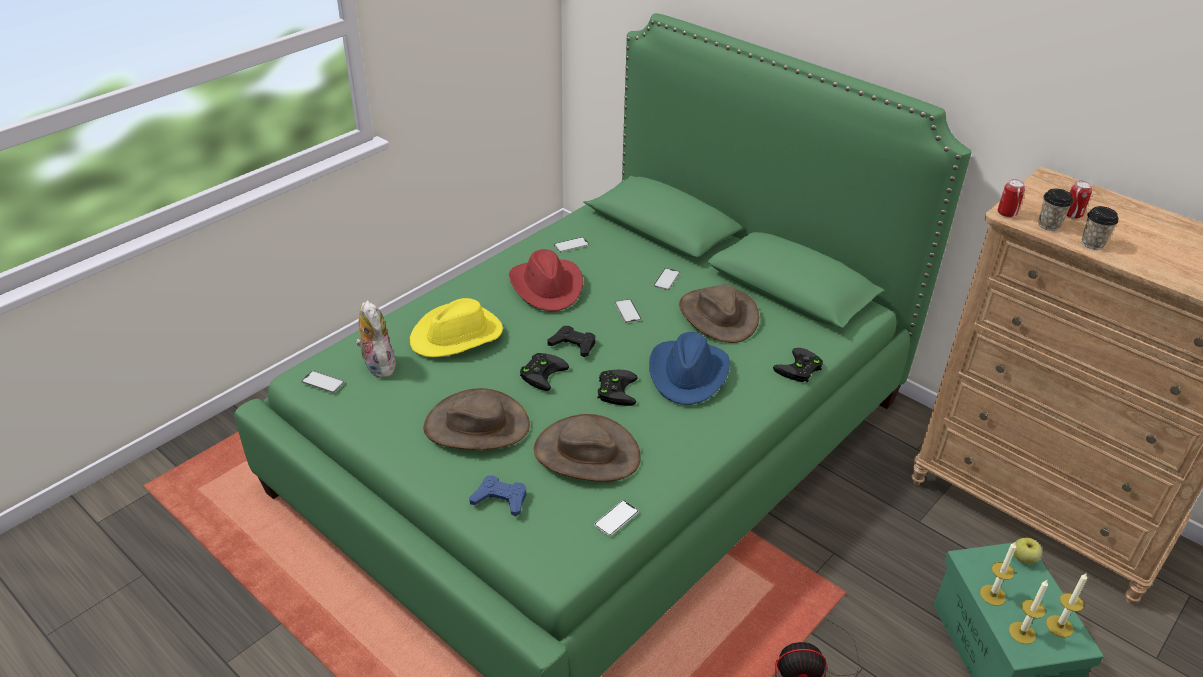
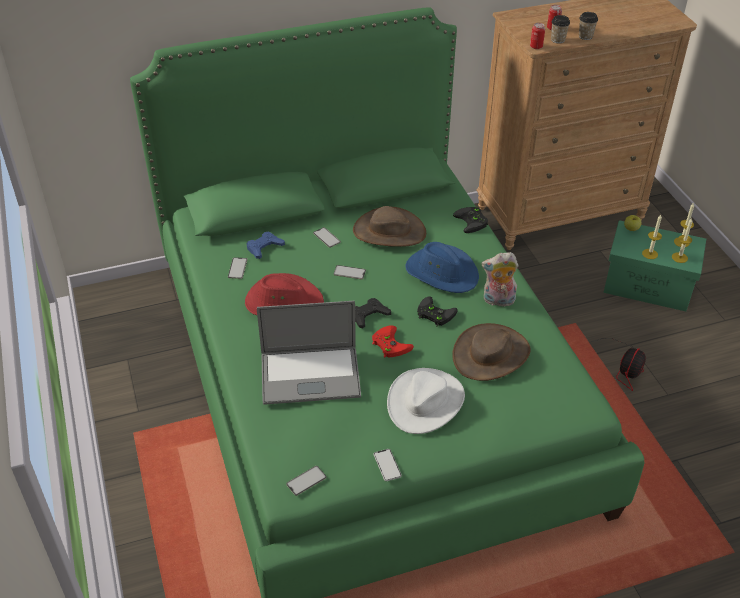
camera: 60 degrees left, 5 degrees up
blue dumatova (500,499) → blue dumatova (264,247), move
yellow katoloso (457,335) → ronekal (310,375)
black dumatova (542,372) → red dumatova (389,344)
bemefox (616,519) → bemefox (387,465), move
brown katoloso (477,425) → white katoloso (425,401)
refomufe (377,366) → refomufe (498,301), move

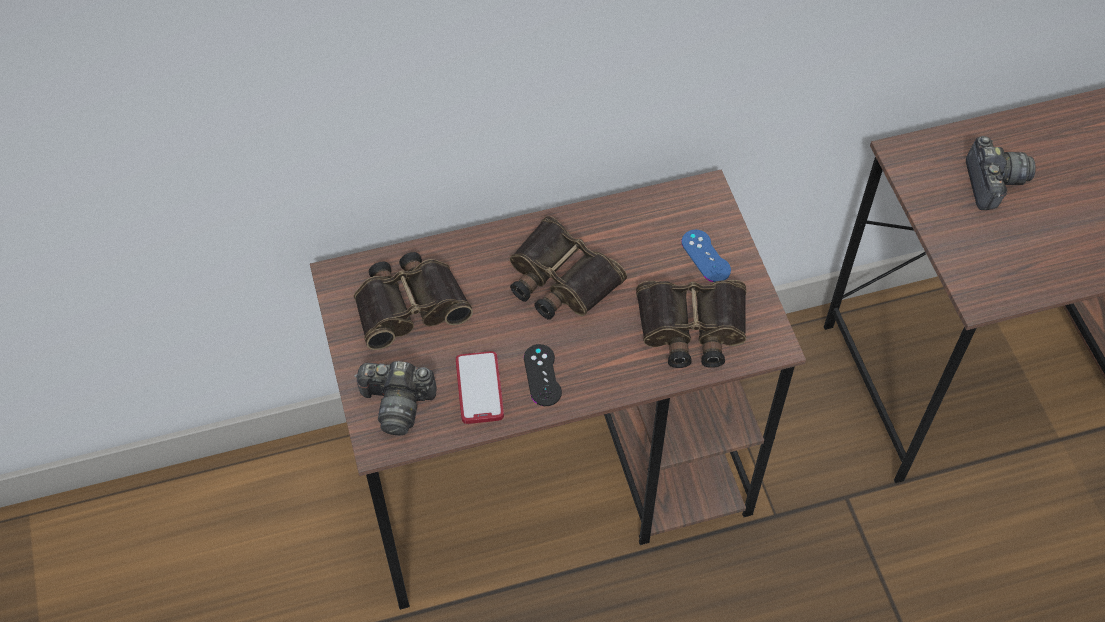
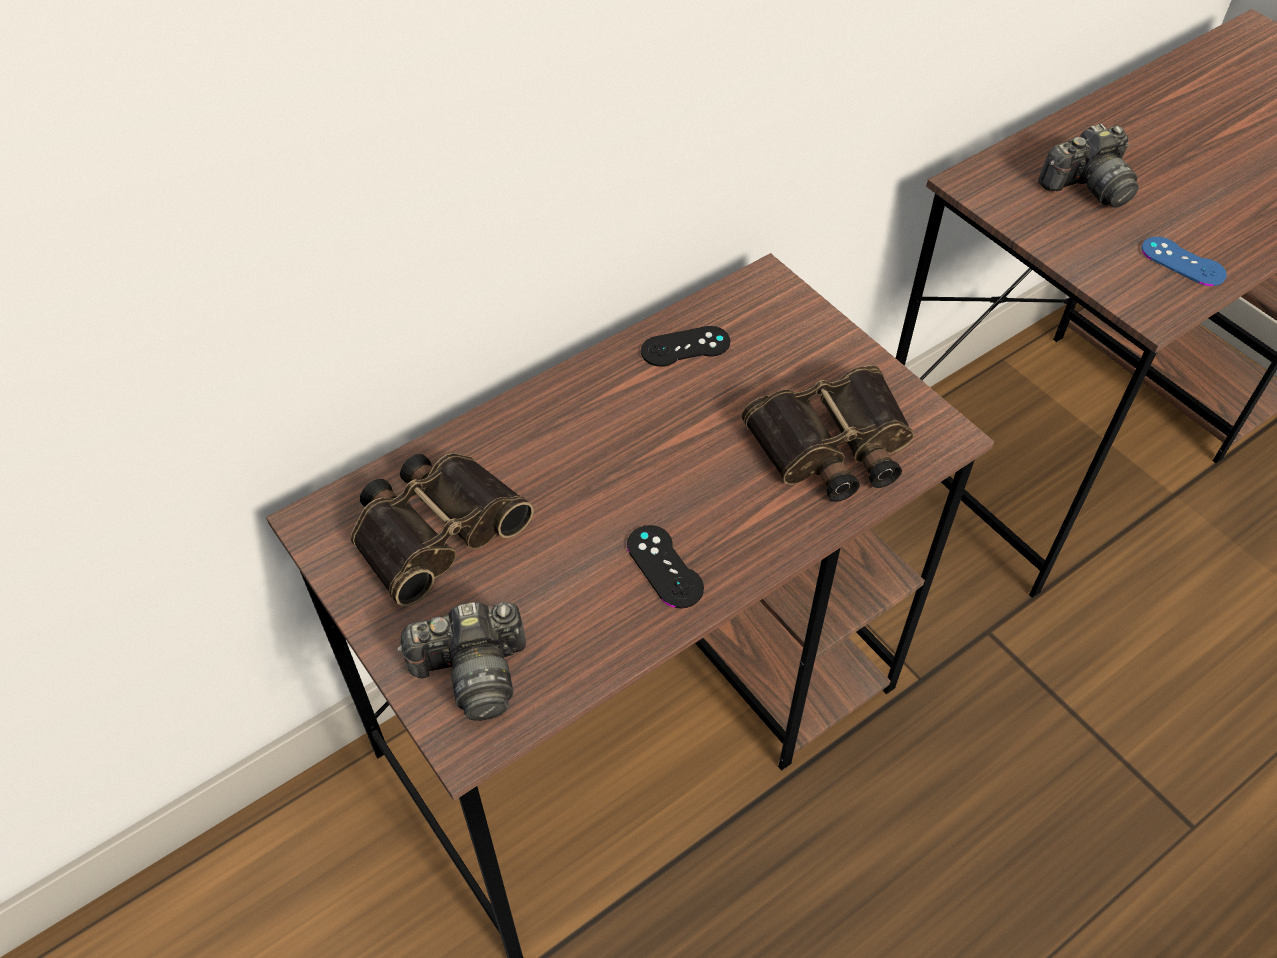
camera: 20 degrees left, 5 degrees down
- → black dumatova (685,347)
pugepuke (992,183) → pugepuke (1087,186), 90 degrees clockwise
blue dumatova (705,256) → blue dumatova (1183,262), move
bemefox (479,388) → -
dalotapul (559,280) → -

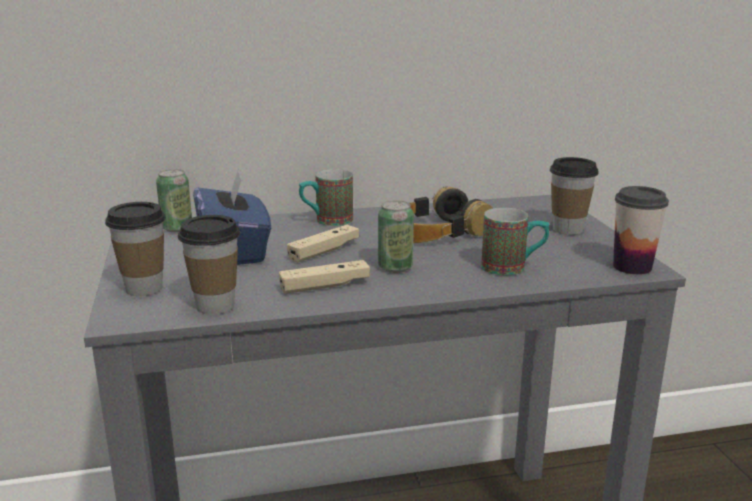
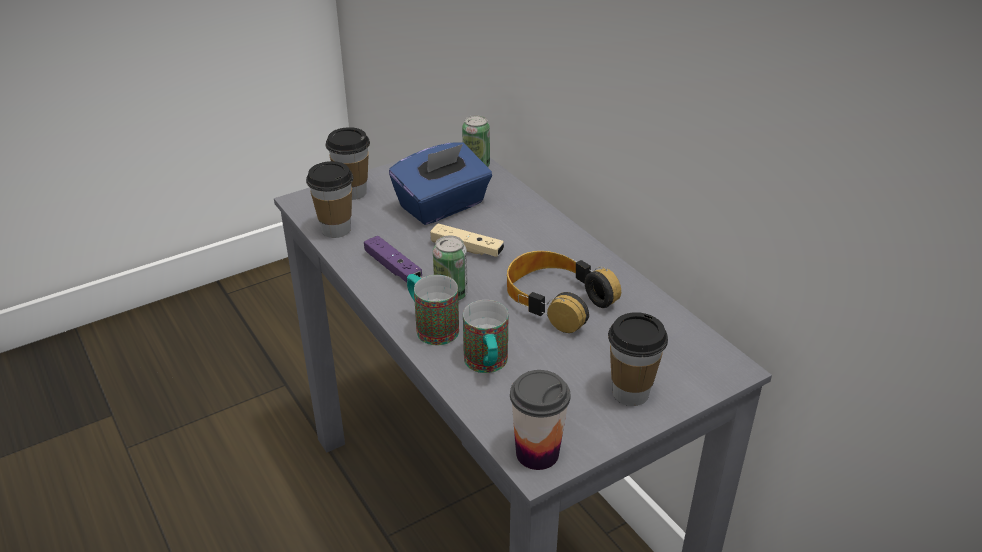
camera: 70 degrees right, 15 degrees up
beige dumatova (325,286) → purple dumatova (393,267)
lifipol (326,221) → lifipol (431,327), move

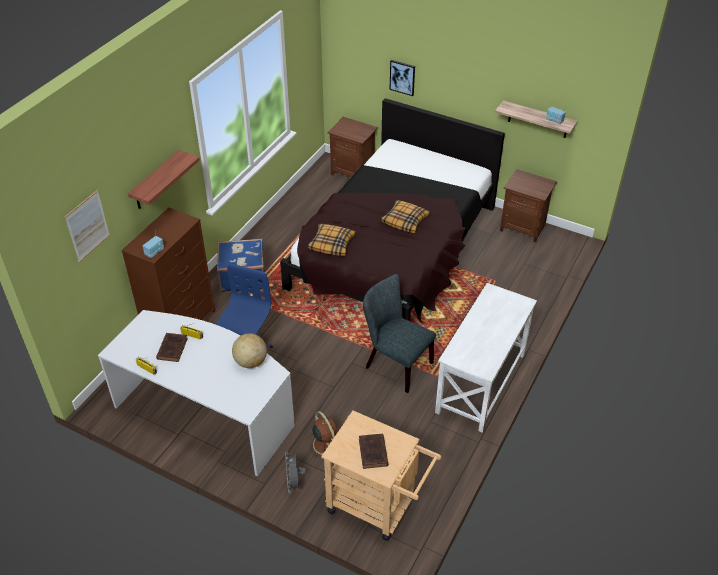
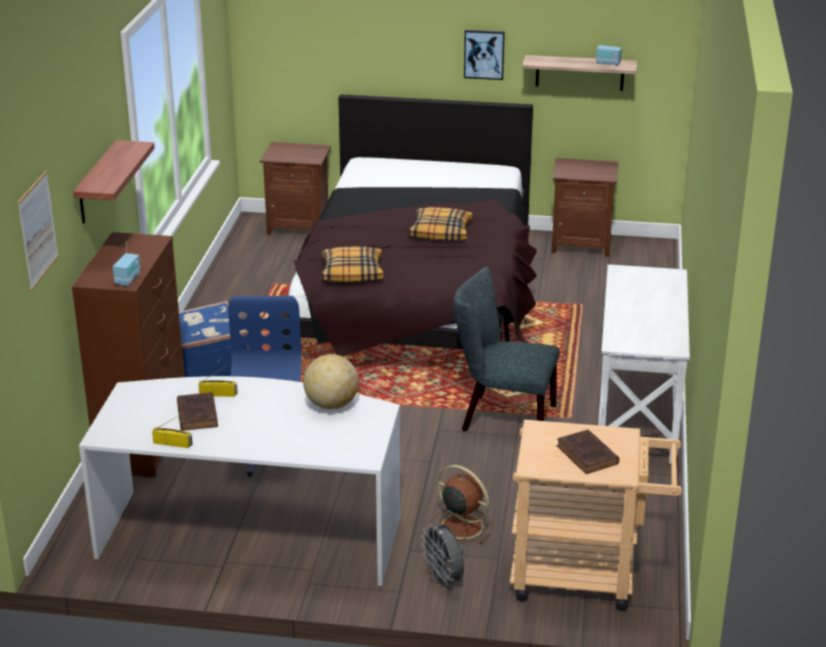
camera: 20 degrees left, 15 degrees down
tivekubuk (402,77) → tivekubuk (484,54), move

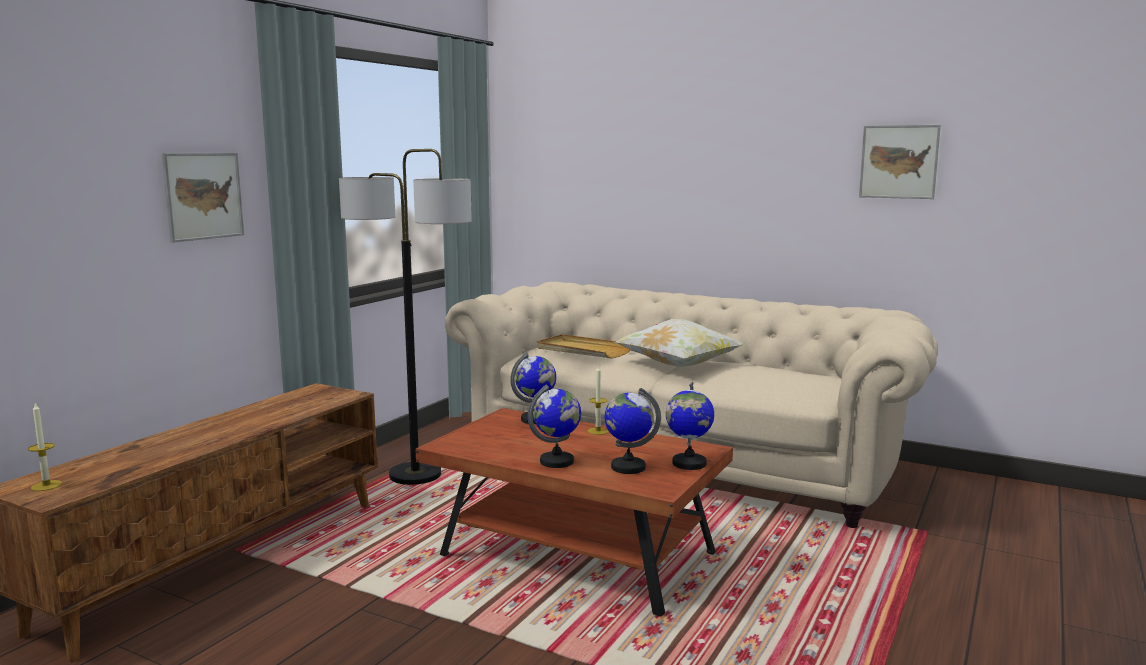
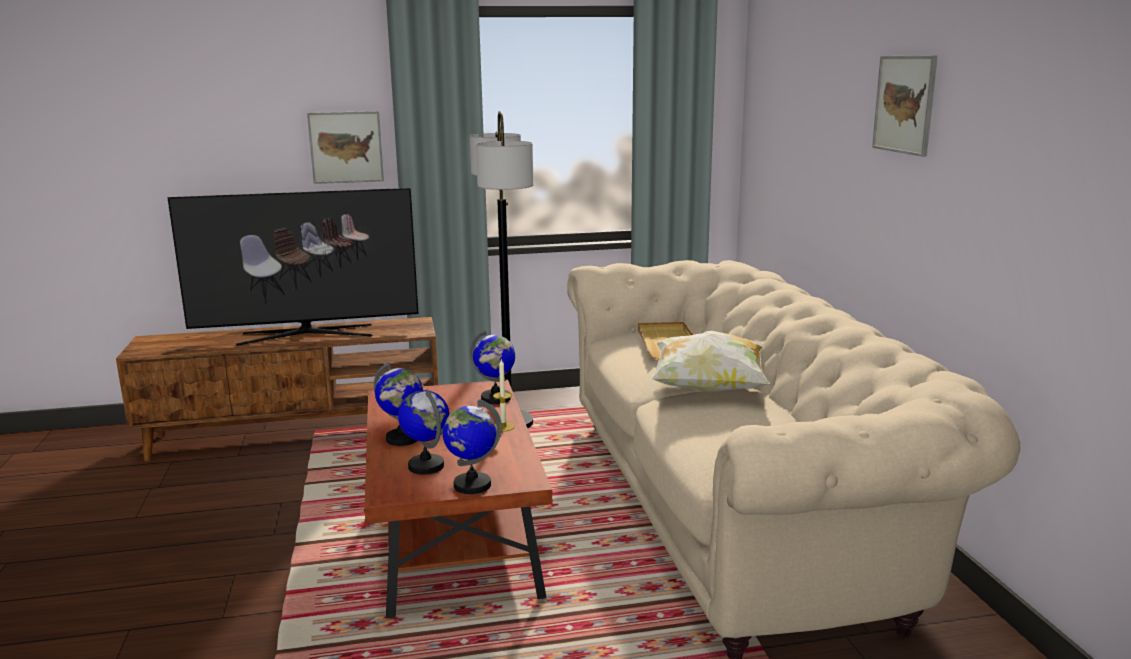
camera: 50 degrees right, 5 degrees up
- → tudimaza (306,334)
tivekubuk (898,162) → tivekubuk (904,104), move
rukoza (46,485) → -

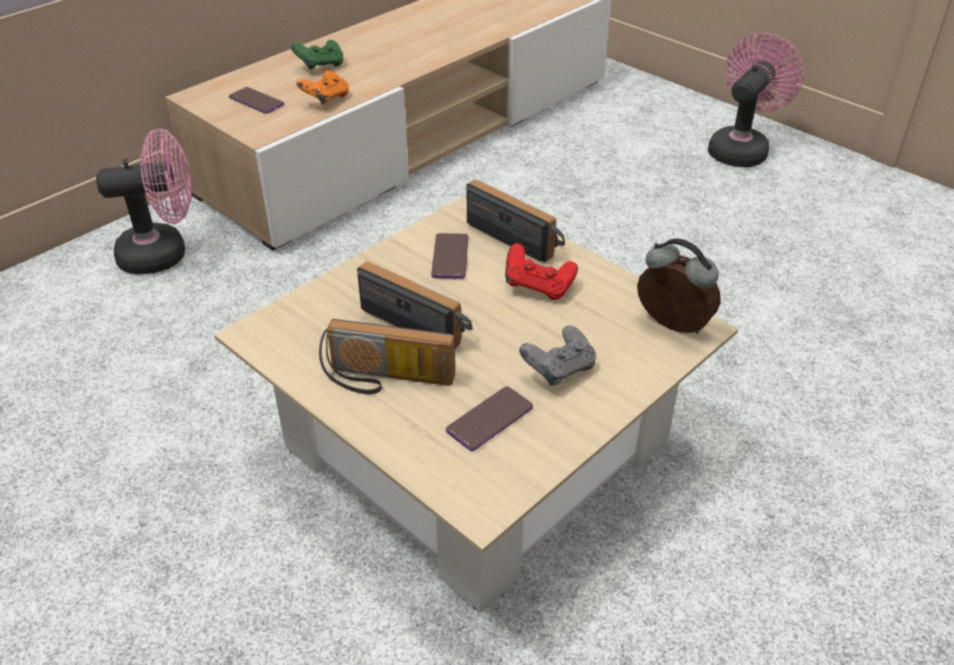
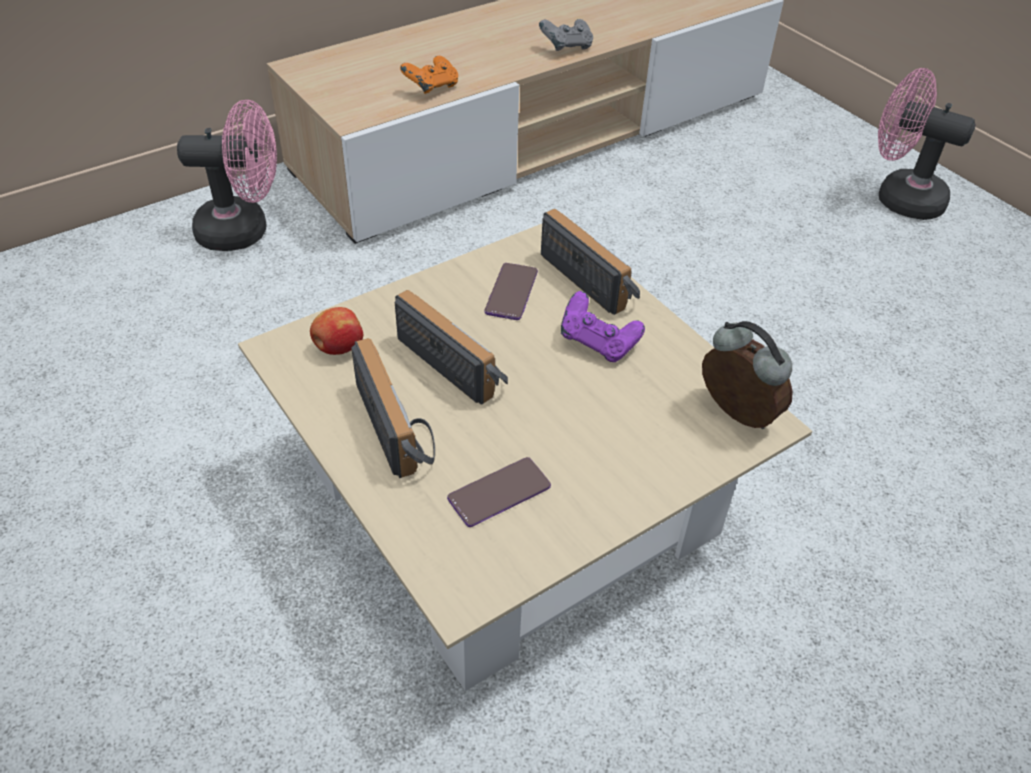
camera: 10 degrees right, 5 degrees up
- → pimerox (338,348)
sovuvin (385,380) → sovuvin (400,427), 135 degrees counterclockwise
grey dumatova (558,370) → grey dumatova (566,47), move
red dumatova (538,287) → purple dumatova (598,343)
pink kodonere (741,149) → pink kodonere (899,197), 105 degrees counterclockwise
bemefox (256,101) → -
green dumatova (320,66) → -

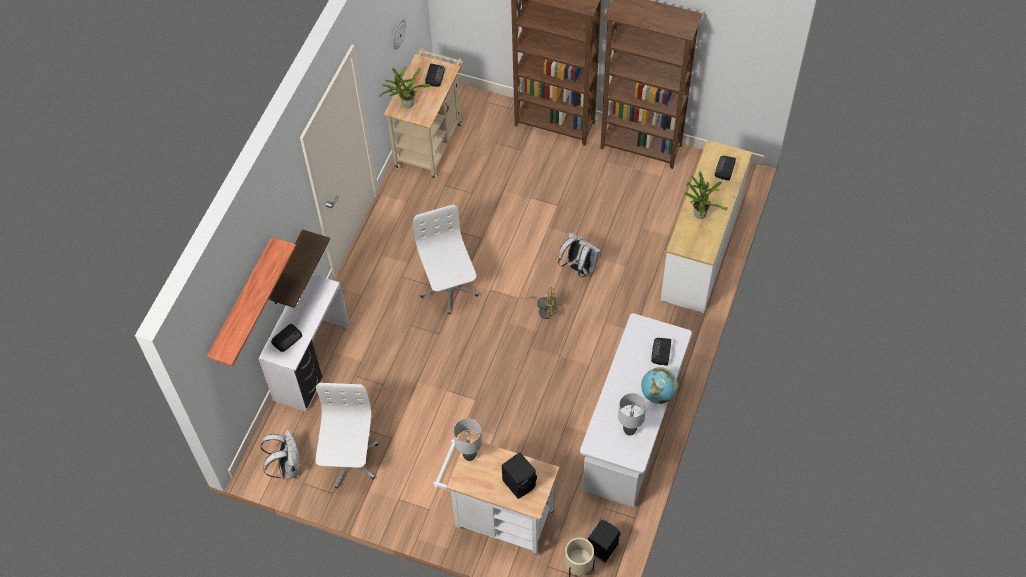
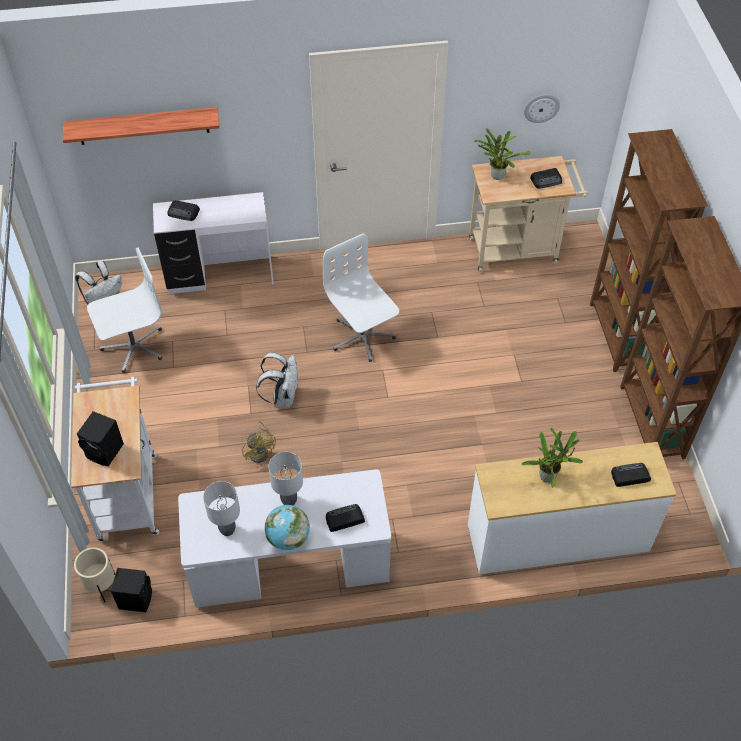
camera: 60 degrees right, 5 degrees down
yellow kodonere (544,309) → yellow kodonere (260,451), move
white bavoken (579,268) → white bavoken (282,397), move
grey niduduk (470,456) → grey niduduk (289,501), move
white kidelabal (449,289) → white kidelabal (362,337), 75 degrees counterclockwise
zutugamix (286,270) → -

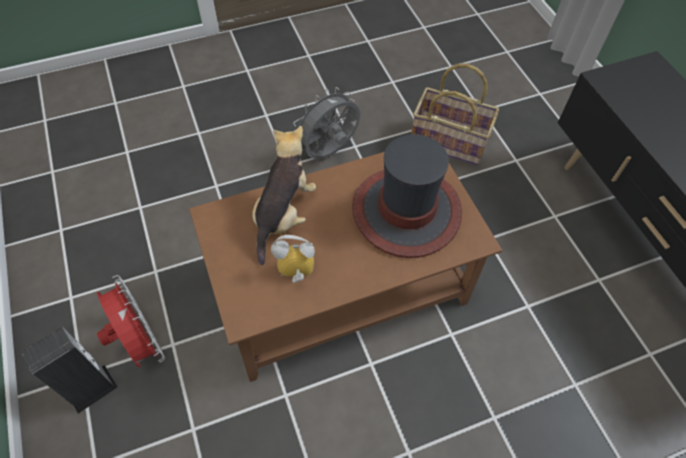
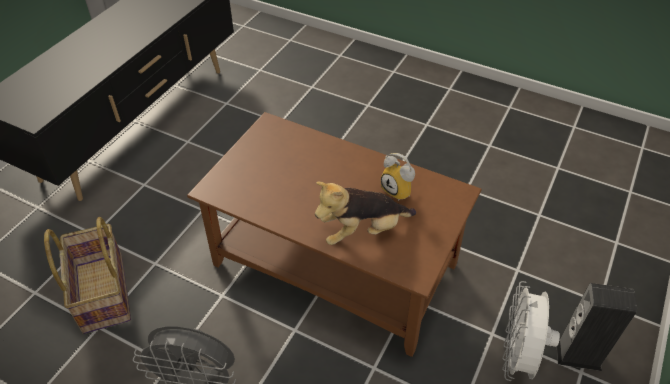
camera: 130 degrees left, 10 degrees down
red kodonere (140,343) → white kodonere (517,357)
katoloso (406,212) → -

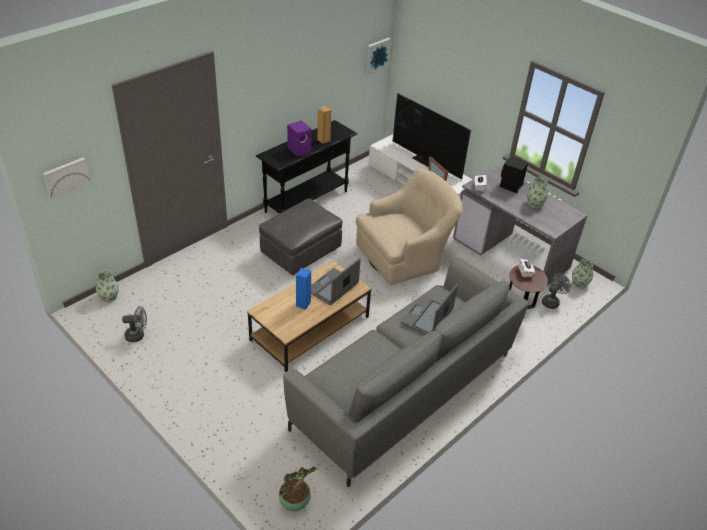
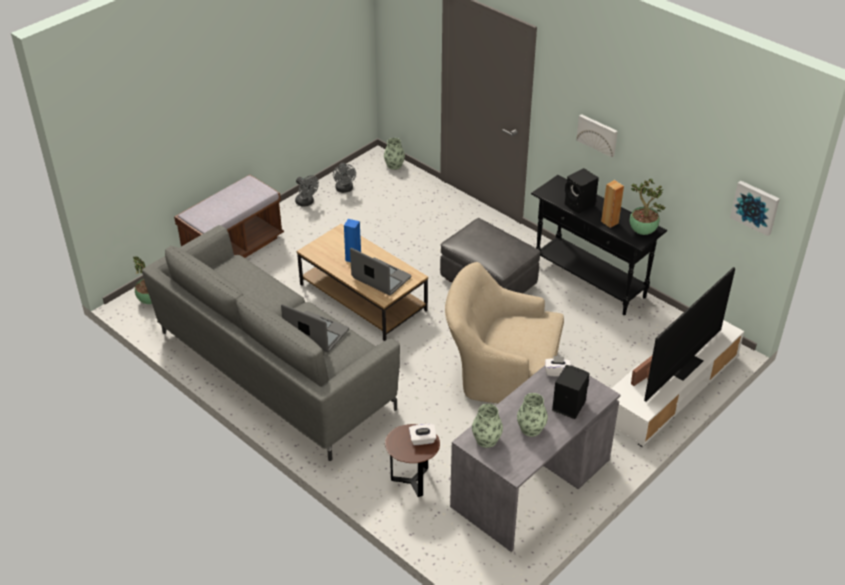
camera: 90 degrees right, 0 degrees up
- → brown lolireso (233,248)
grey kodonere (552,301) → grey kodonere (306,203), move
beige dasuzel (405,256) → beige dasuzel (500,372), 135 degrees clockwise
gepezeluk (579,283) → gepezeluk (486,439), move
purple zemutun (300,150) → black zemutun (580,205)
tivekubuk (66,176) → tivekubuk (598,134), move
- → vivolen (641,231)

